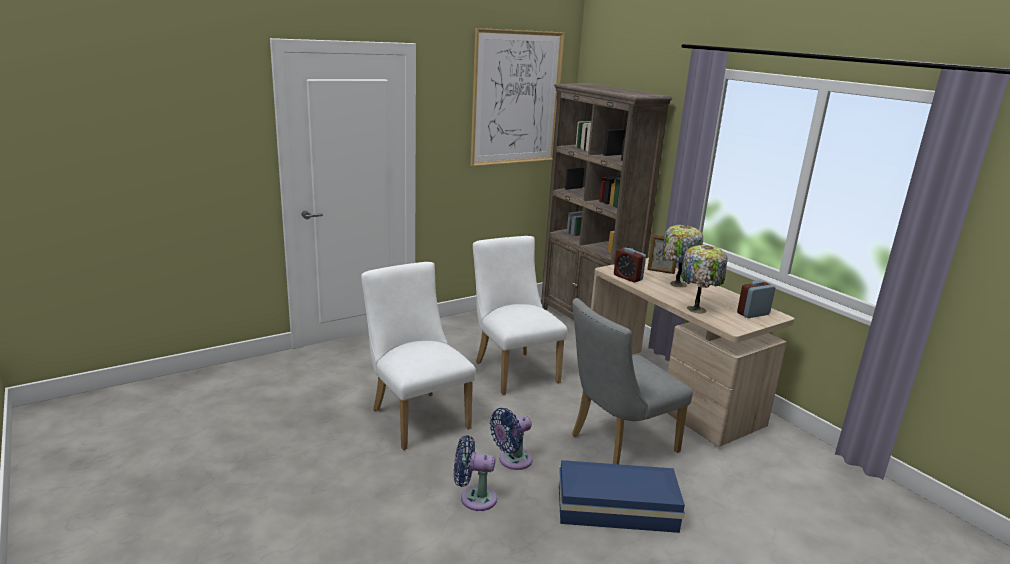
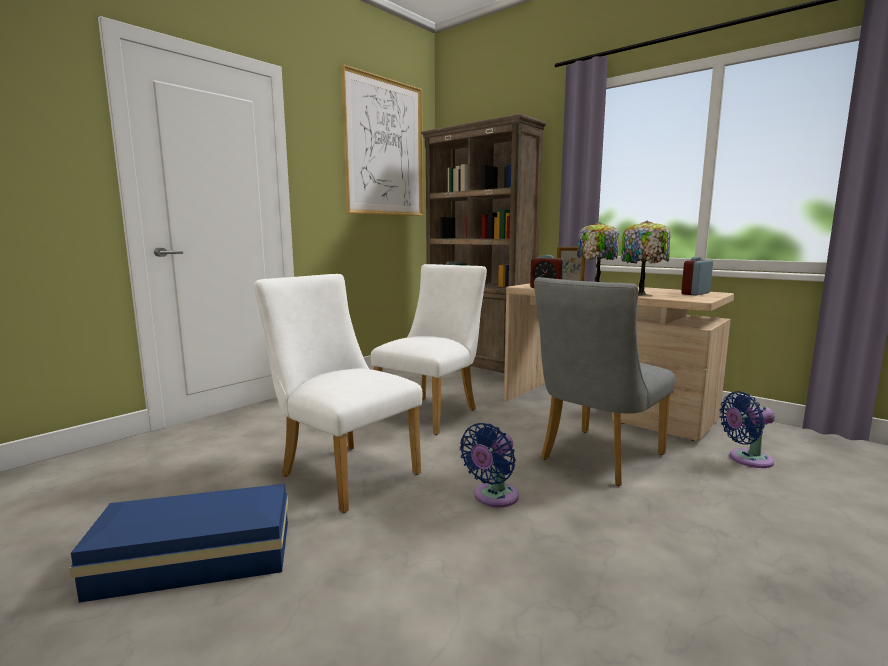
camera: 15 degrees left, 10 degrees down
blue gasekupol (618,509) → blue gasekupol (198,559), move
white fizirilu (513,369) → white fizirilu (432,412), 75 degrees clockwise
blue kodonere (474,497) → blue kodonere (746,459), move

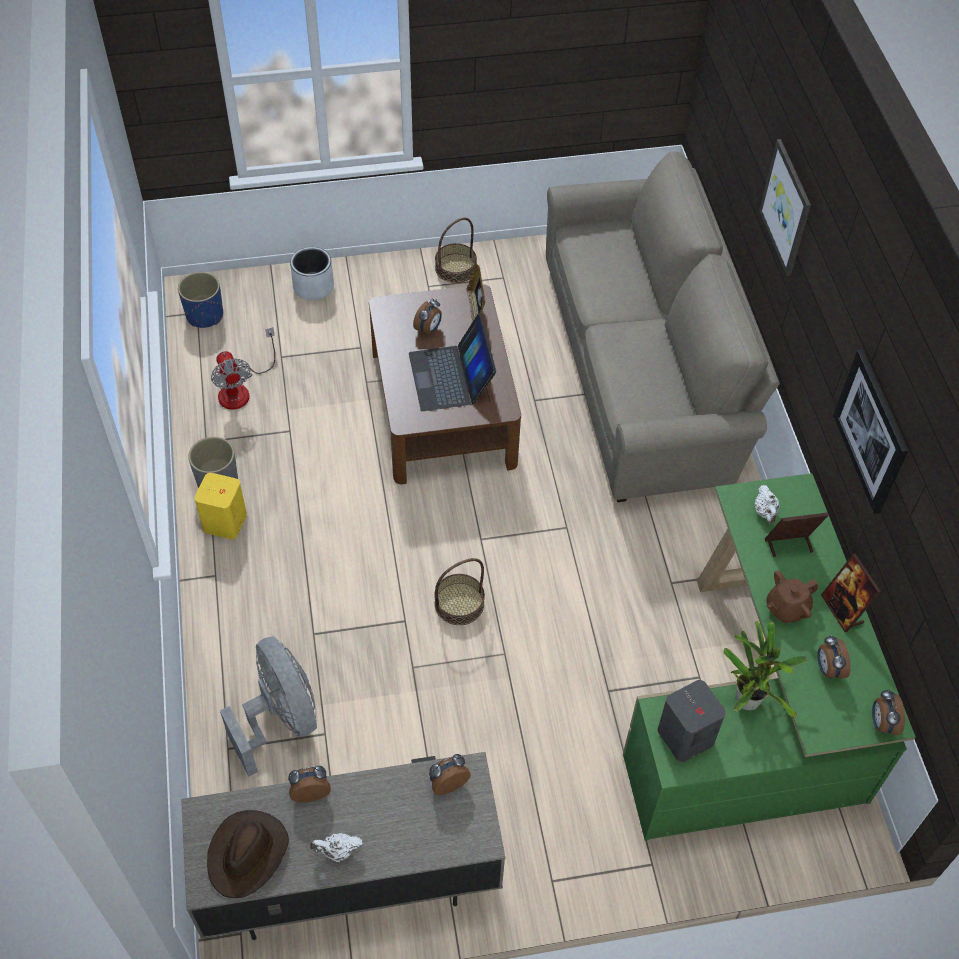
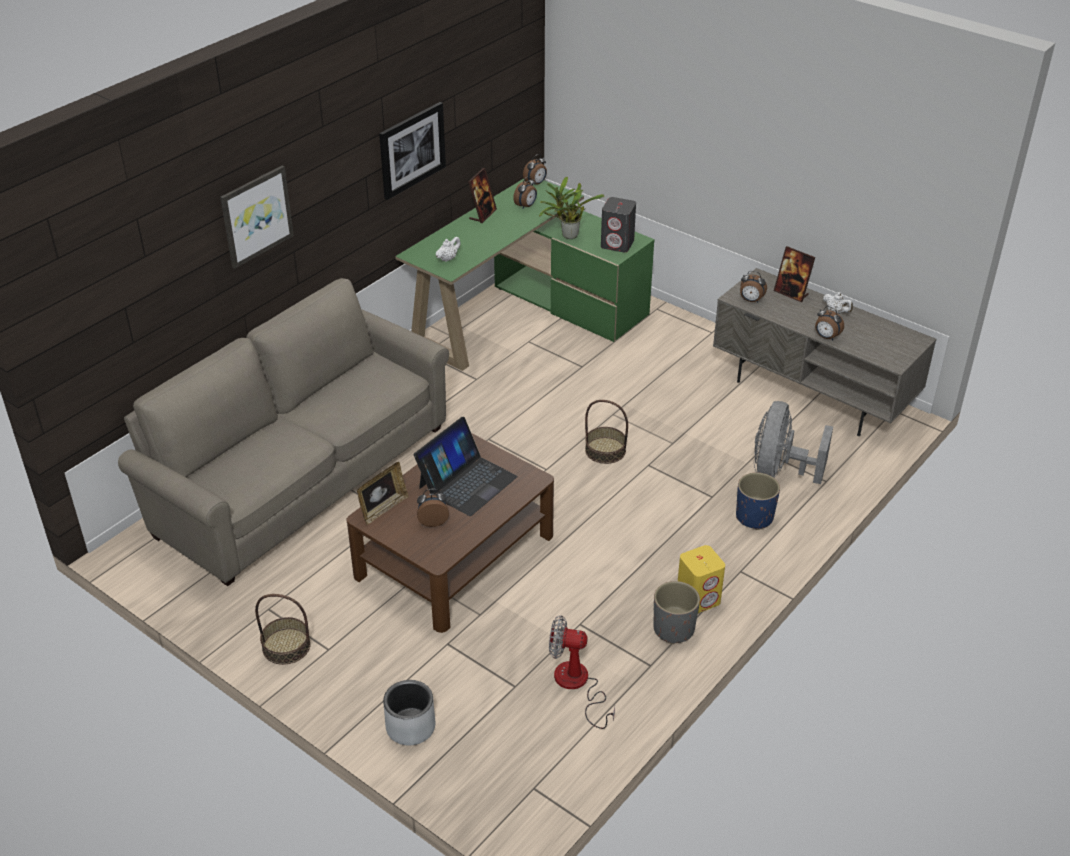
camera: 130 degrees left, 15 degrees down
kodonere (241,389) → kodonere (577,685), 105 degrees counterclockwise
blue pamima (205,315) → blue pamima (754,517), move
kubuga (789,545) → kubuga (791,293), move
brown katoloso (248,854) → -
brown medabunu (786,608) → -

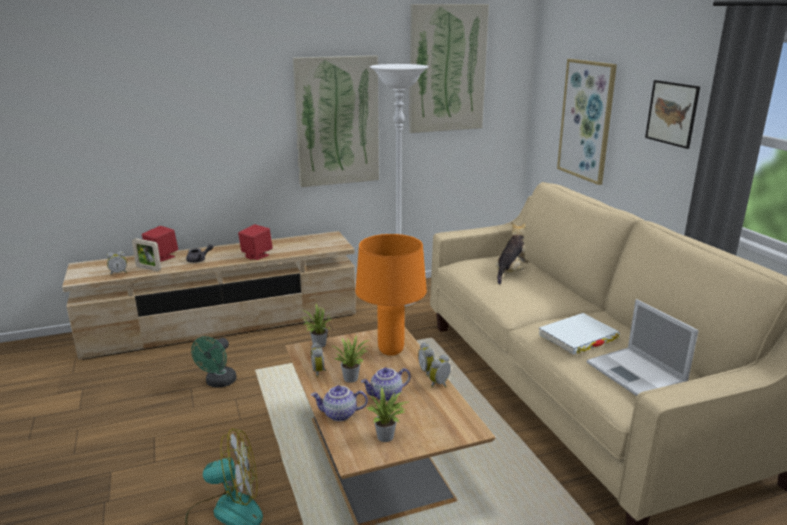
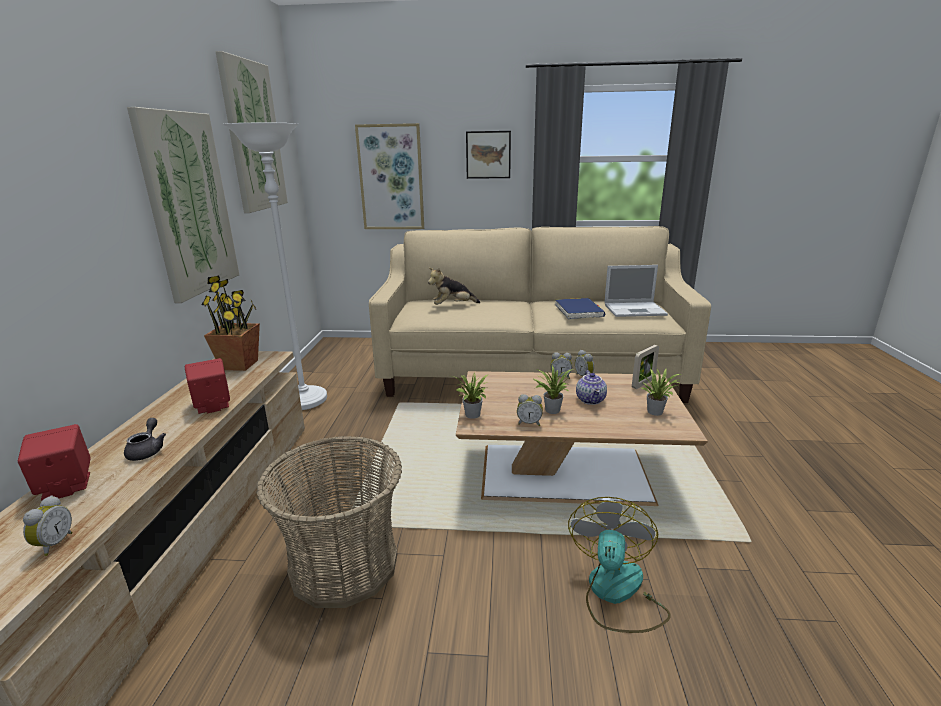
camera: 65 degrees left, 0 degrees up
- → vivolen (240,365)
green kodonere (218,383) → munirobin (344,564)
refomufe (510,272) → refomufe (453,306), 75 degrees counterclockwise
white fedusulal (578,337) → blue fedusulal (578,311)
kubuga (148,268) → kubuga (643,383), move
medabunu (339,415) → -
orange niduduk (391,350) → -

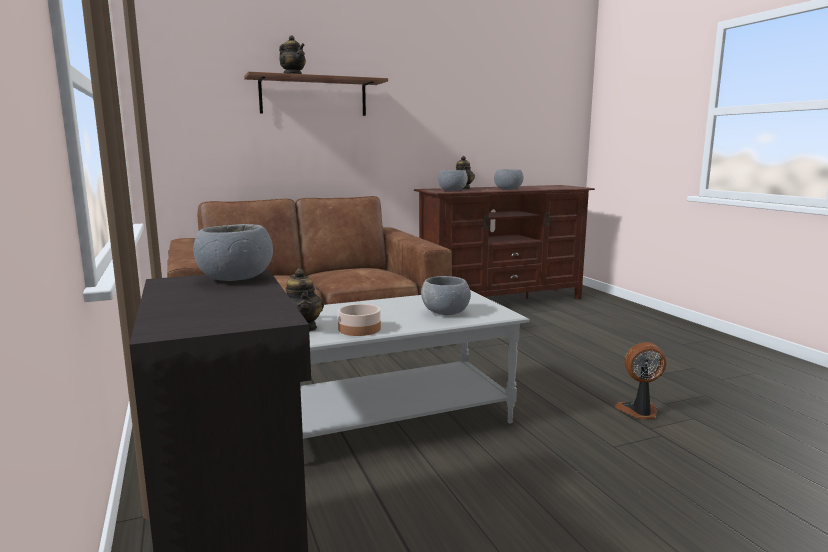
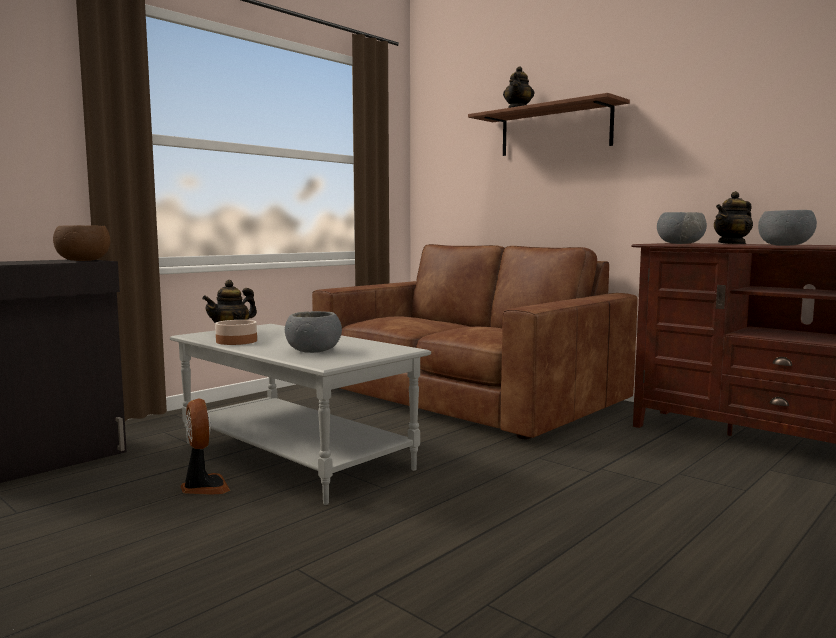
camera: 65 degrees right, 5 degrees down
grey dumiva (236,278) → brown dumiva (83,260)
kodonere (639,412) → kodonere (204,487), move

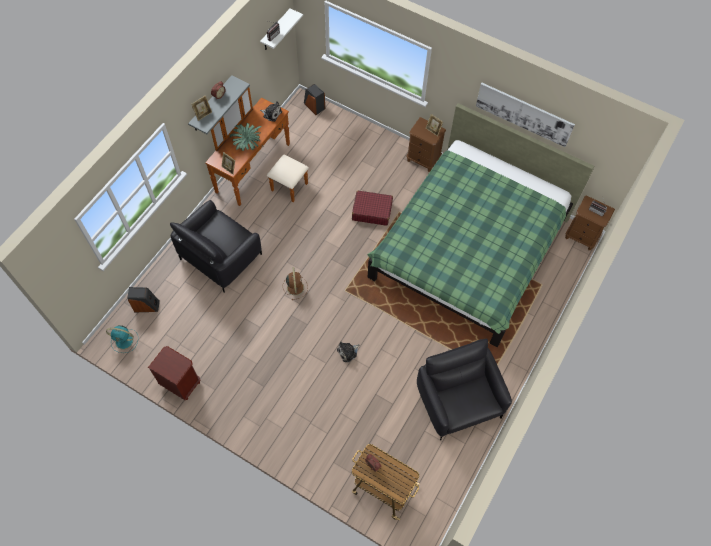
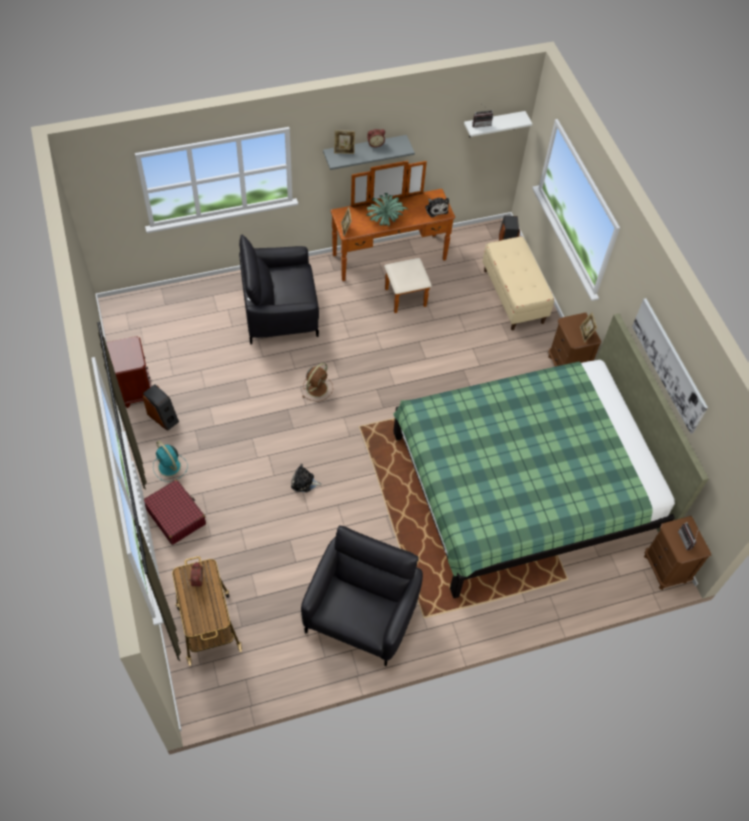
camera: 40 degrees right, 5 degrees down
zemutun (146,306) → zemutun (163,417), move
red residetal (371,211) → red residetal (175,516), move
turquoise kodonere (125,341) → turquoise kodonere (170,467), move
- → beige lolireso (513,296)

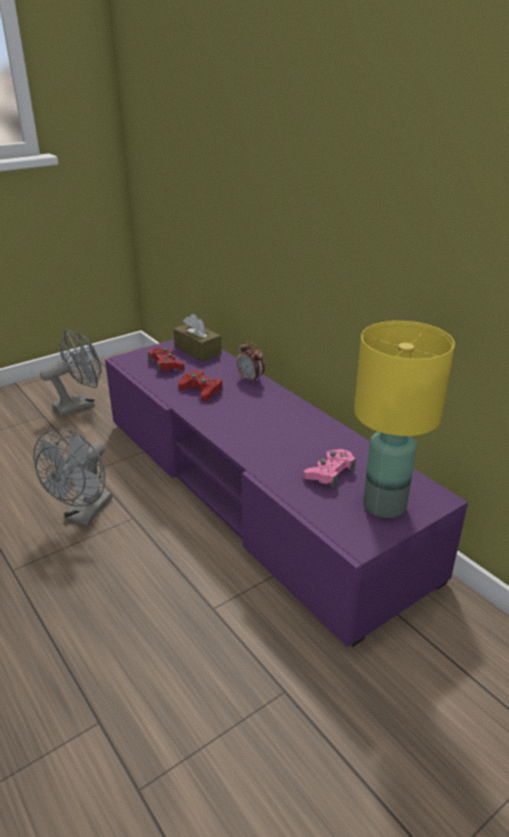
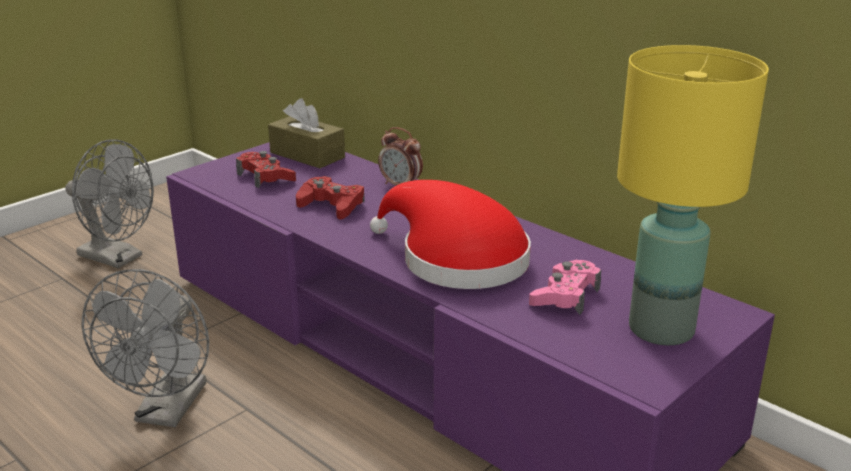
camera: 10 degrees left, 5 degrees down
grey kodonere (80,404) → grey kodonere (118,258), 75 degrees clockwise
- → red katoloso (455,259)

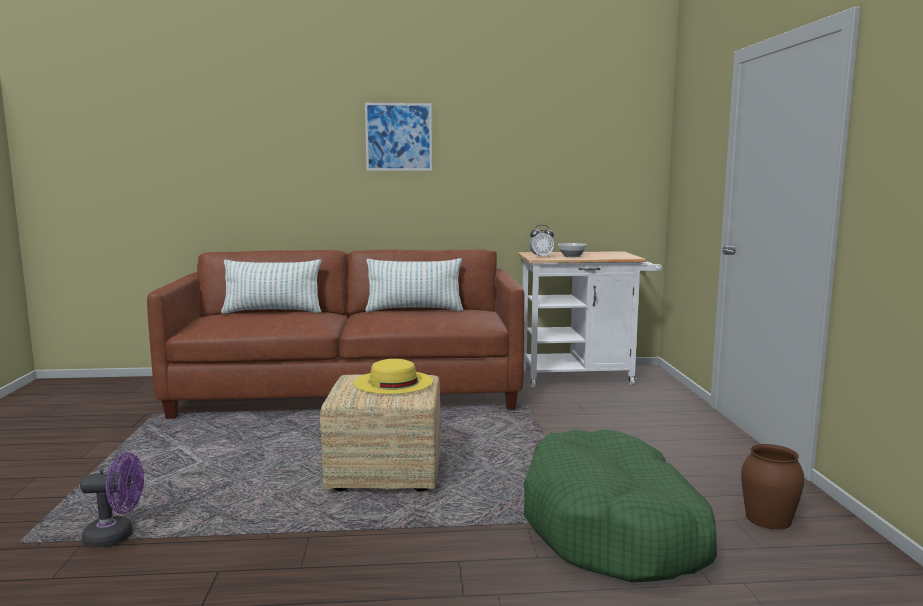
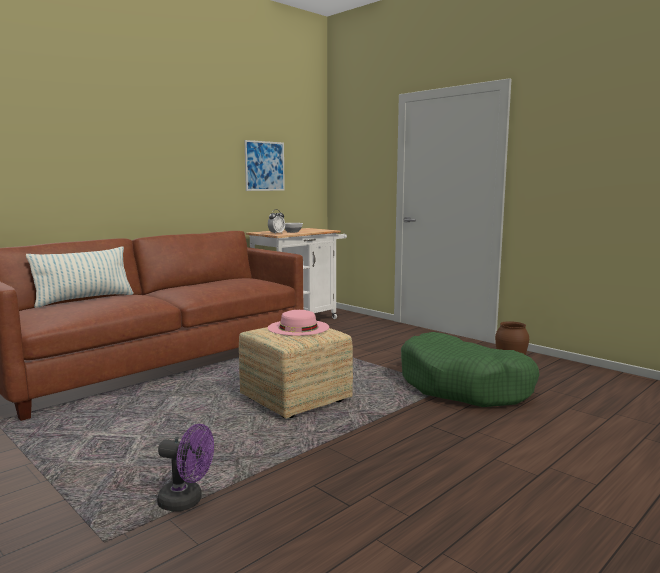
camera: 40 degrees left, 0 degrees up
purple kodonere (116,536) → purple kodonere (187,501), 60 degrees clockwise
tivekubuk (398,137) → tivekubuk (264,166), move
yellow katoloso (393,382) → pink katoloso (298,327)
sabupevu (414,310) → -

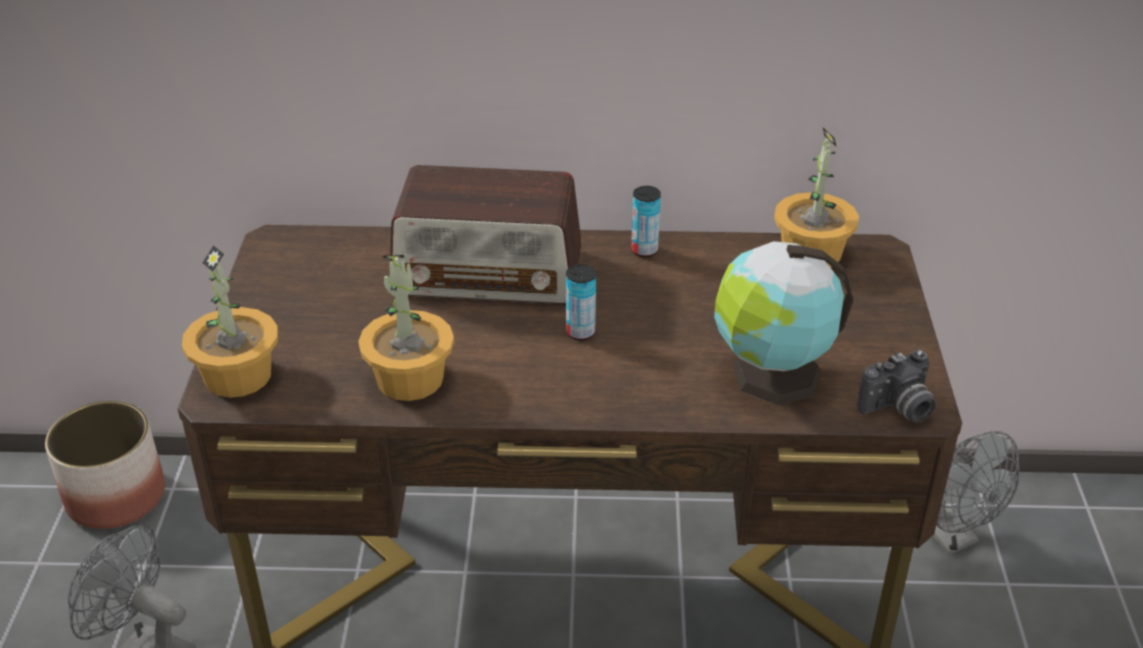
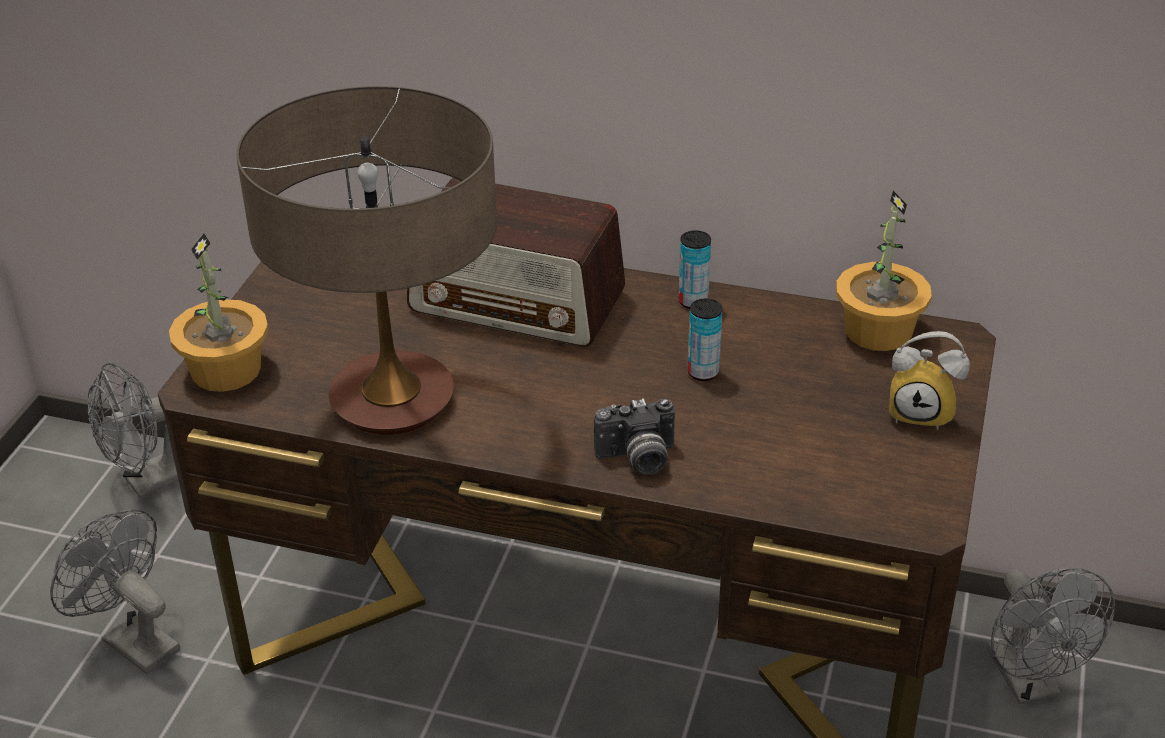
camera: 15 degrees right, 0 degrees up
pamima (117,497) → grey kodonere (151,481)
vivolen (410,379) → niduduk (392,401)
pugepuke (898,409) → pugepuke (637,459), move
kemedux (580,332) → kemedux (703,372), move
- → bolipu (923,412)
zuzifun (771,375) → -

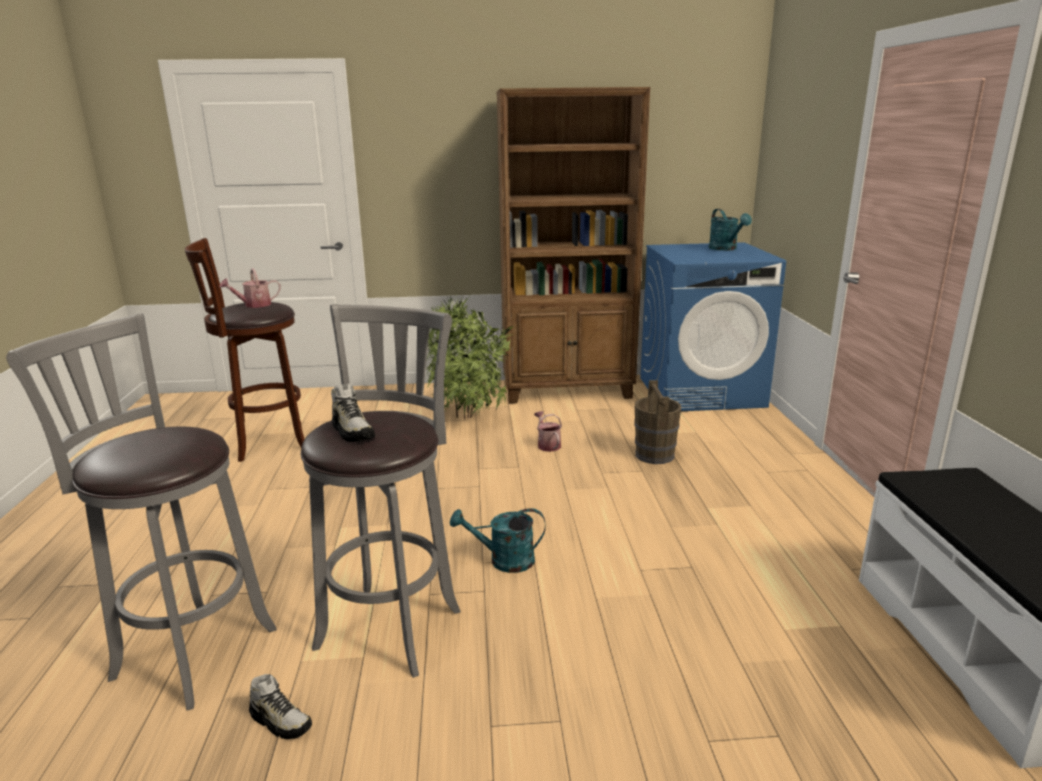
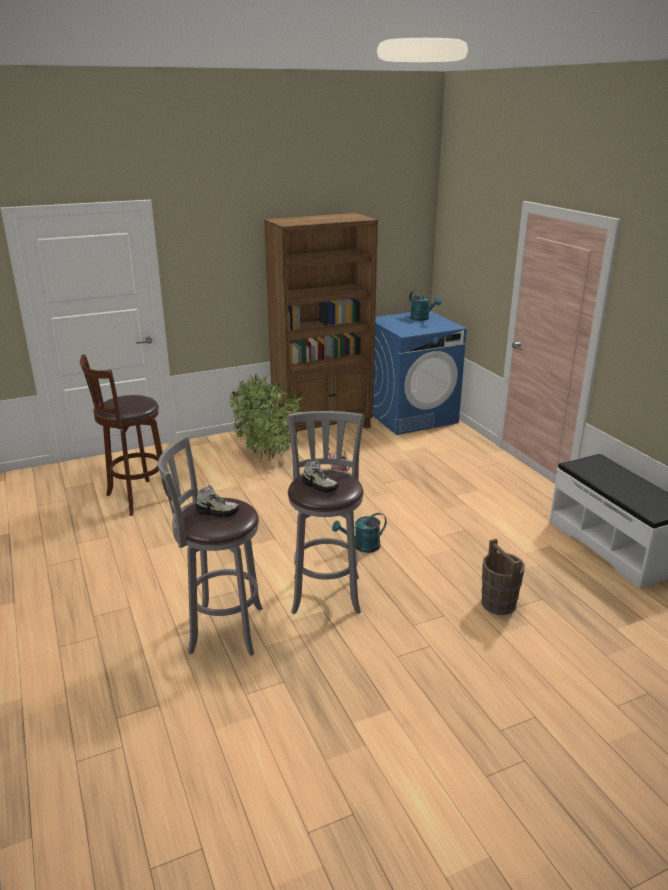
camera: 20 degrees left, 5 degrees up
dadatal (281,721) → dadatal (217,512), move
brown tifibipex (654,455) → brown tifibipex (498,603), move
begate (253,305) → -

